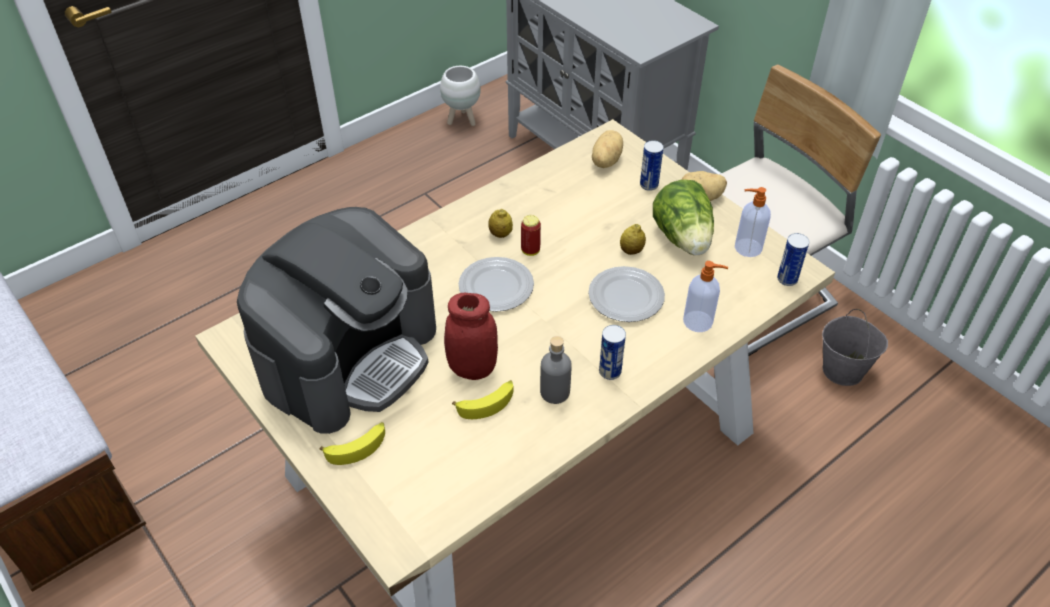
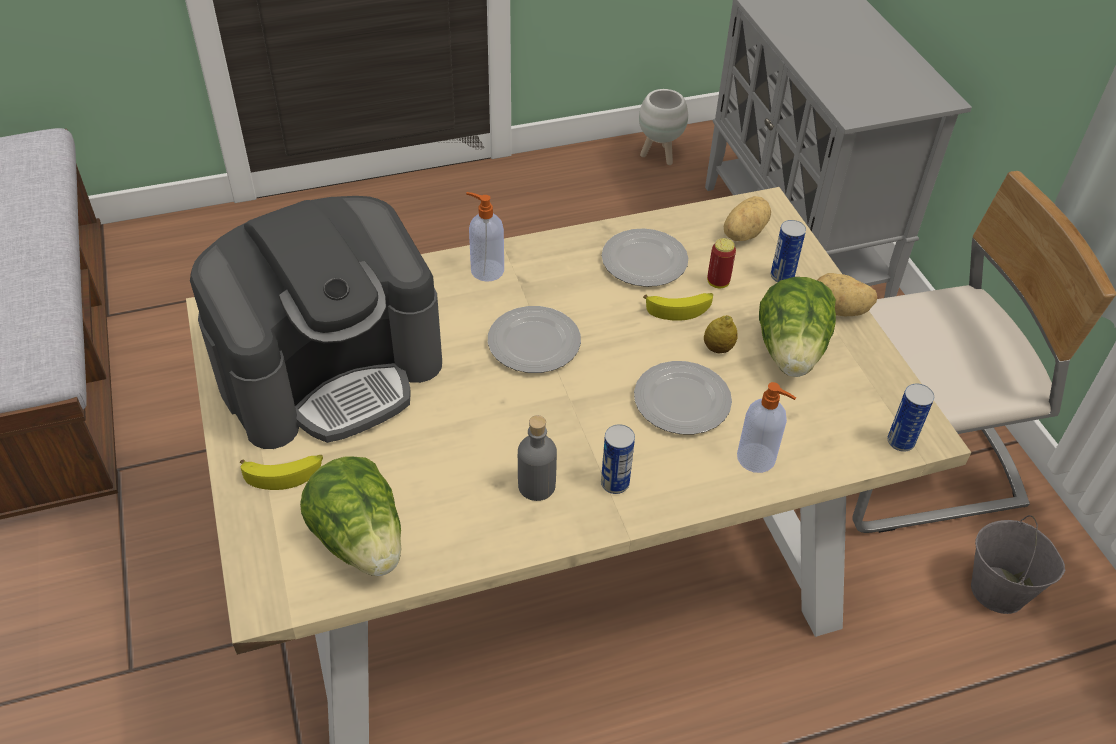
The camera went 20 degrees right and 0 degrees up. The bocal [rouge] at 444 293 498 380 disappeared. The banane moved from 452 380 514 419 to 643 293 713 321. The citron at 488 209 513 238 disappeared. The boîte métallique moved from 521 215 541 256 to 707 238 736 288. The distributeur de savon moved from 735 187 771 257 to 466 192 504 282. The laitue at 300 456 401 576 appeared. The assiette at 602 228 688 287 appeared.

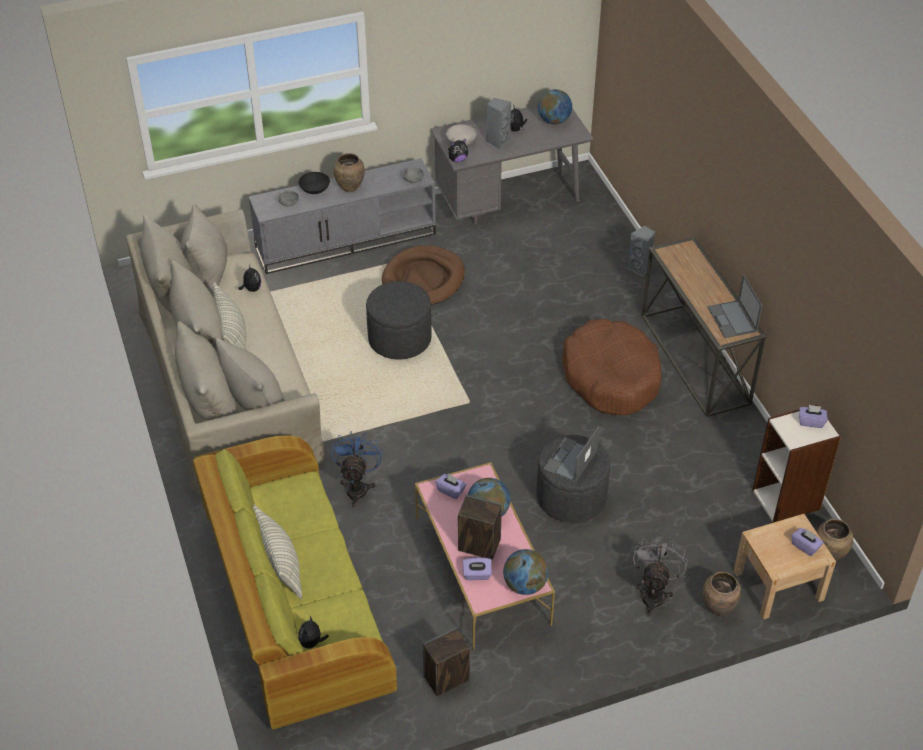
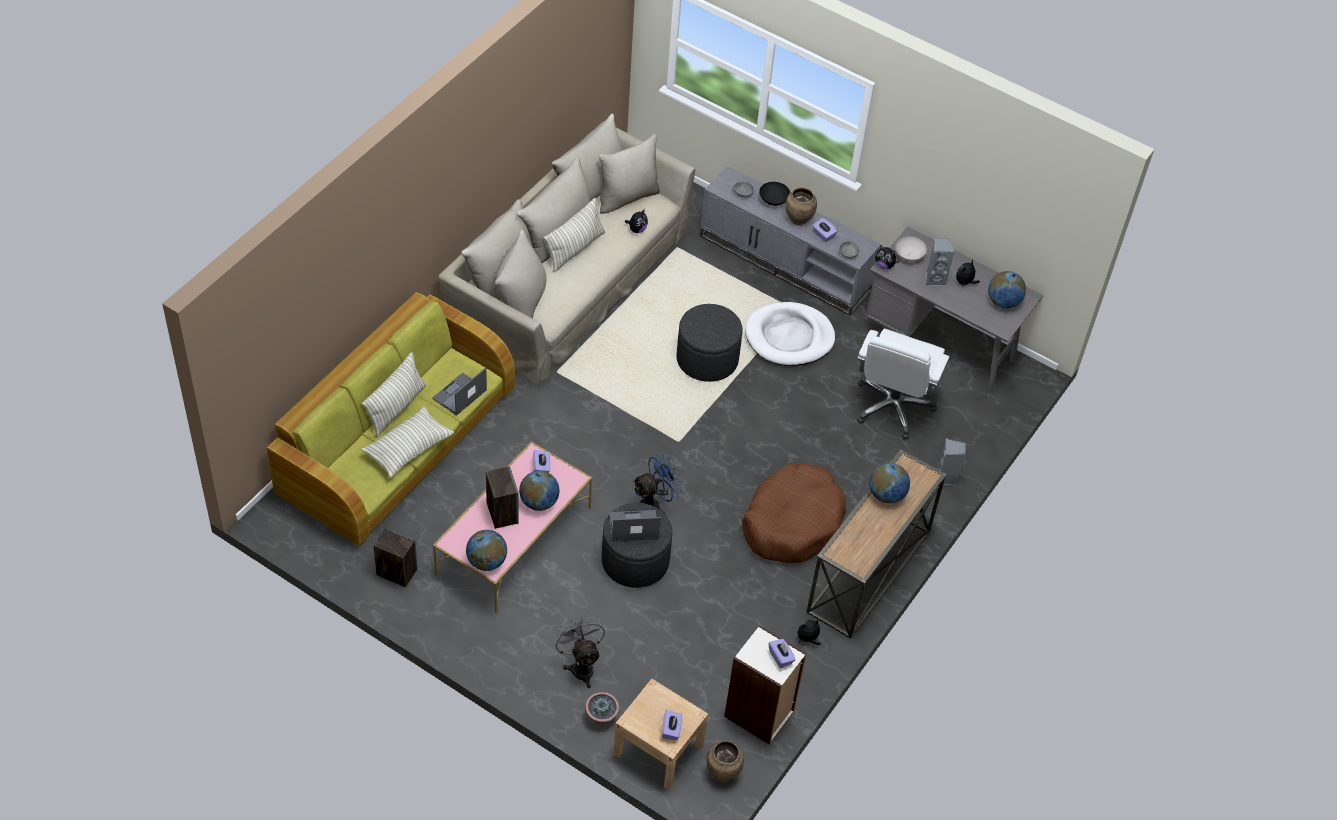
The camera went 50 degrees right and 5 degrees up. The peluche moved from 298 616 329 650 to 798 620 821 645. The ventilateur [bleu] moved from 331 431 383 507 to 633 454 682 515. The panier pour chien [marron] at 382 245 465 305 became the panier pour chien [blanc] at 745 302 835 366. The boîte à mouchoirs [violet] moved from 463 558 492 580 to 812 218 837 242. The ventilateur [gris] at 633 536 688 616 turned 90 degrees counterclockwise. The vase [marron] at 702 572 741 615 was replaced by the plante en pot at 585 692 619 725. The ordinateur portable moved from 708 275 762 338 to 432 368 487 416. The coussin at 361 407 454 478 appeared. The chaise de bureau [blanc] at 857 329 949 439 appeared. The globe at 869 463 910 504 appeared.

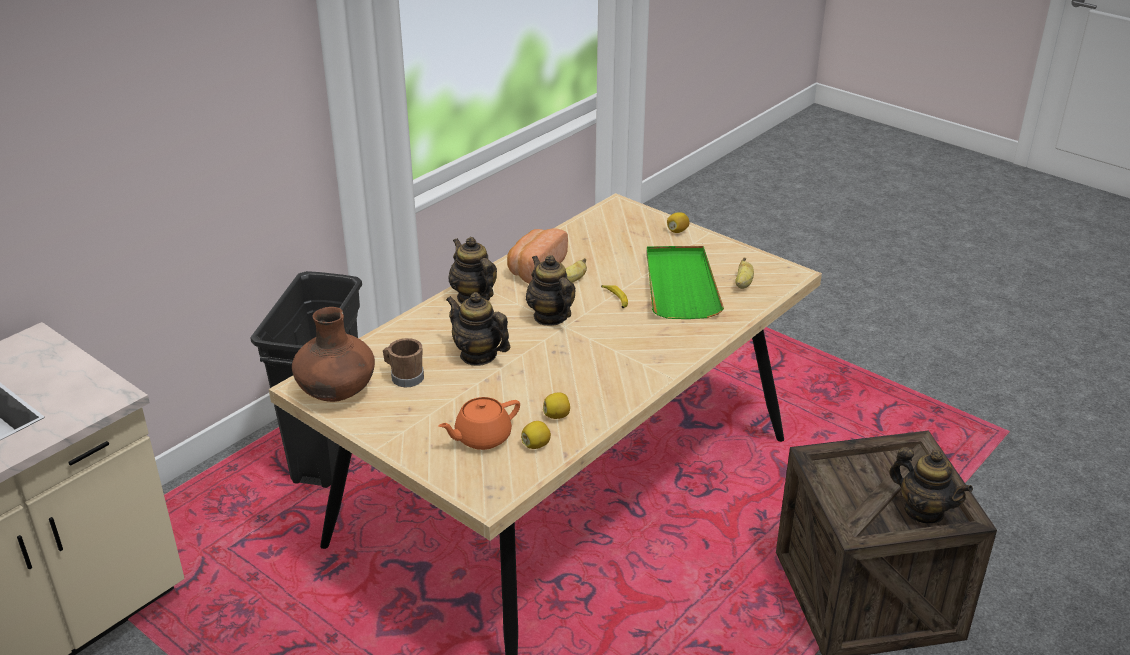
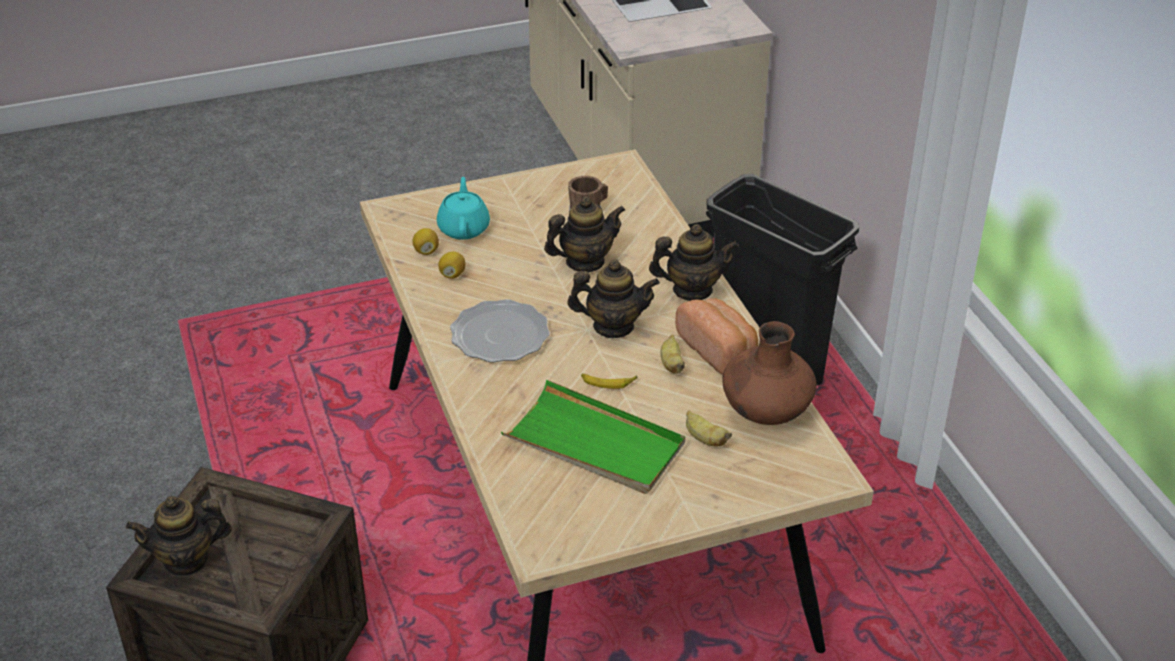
The camera went 120 degrees right and 5 degrees up. The vase [marron] moved from 292 307 375 402 to 722 321 817 425. The théière [orange] at 438 397 520 450 became the théière [turquoise] at 437 177 490 240. The citron at 667 212 689 233 disappeared. The banane moved from 735 257 754 289 to 686 411 732 446. The assiette at 450 299 550 363 appeared.

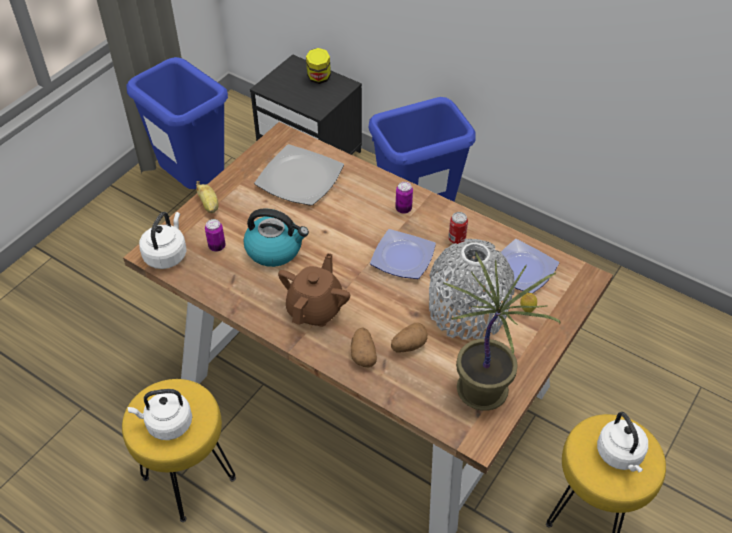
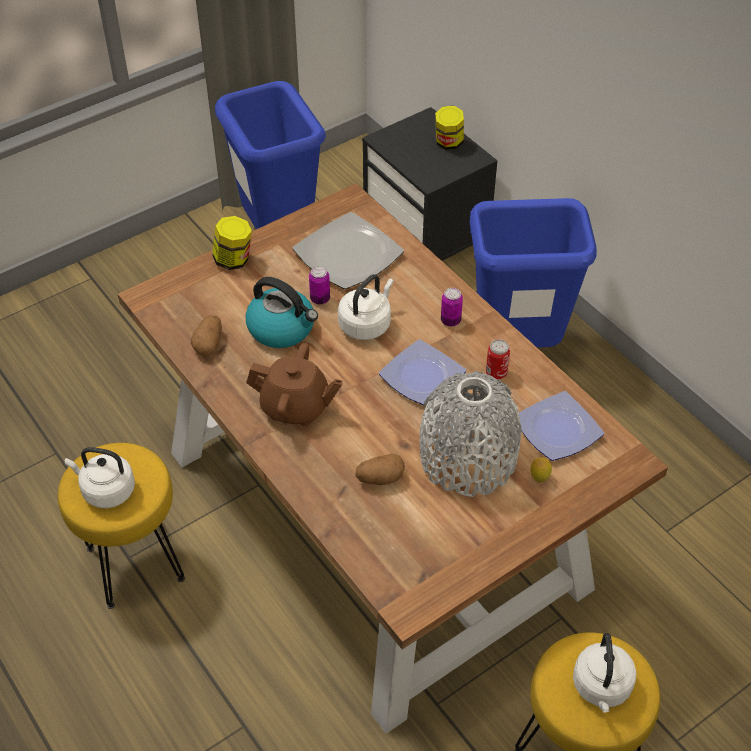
The camera went 20 degrees right and 0 degrees up. The bouilloire [blanc] moved from 139 212 187 269 to 338 274 394 340. The banane at 196 181 219 213 was replaced by the bocal at 212 216 252 270. The boîte métallique moved from 205 219 226 252 to 309 266 330 305. The théière [marron] at 278 253 350 327 turned 60 degrees clockwise. The pomme de terre moved from 351 327 377 367 to 191 315 222 356. The plante en pot at 443 253 560 411 disappeared.

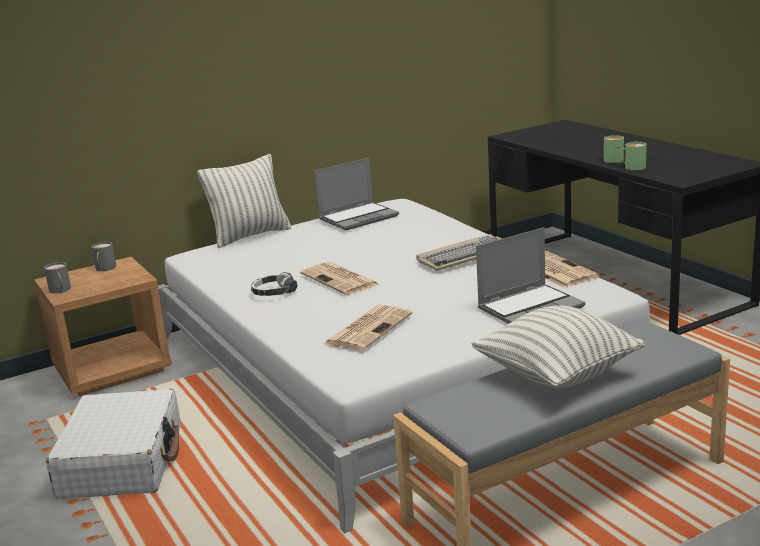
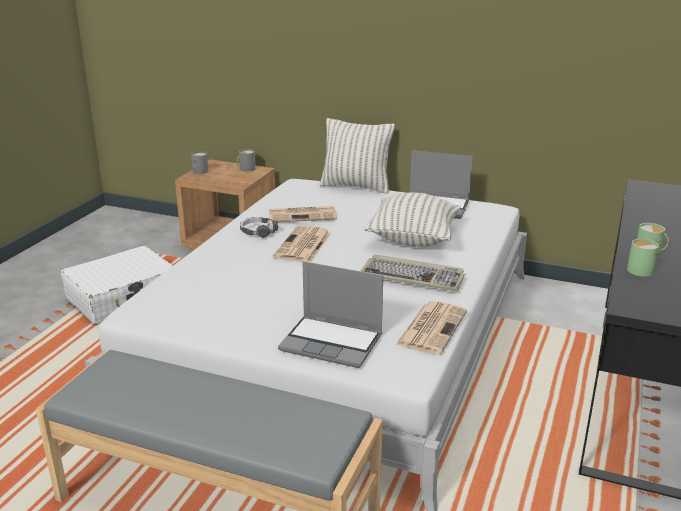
The camera went 50 degrees right and 5 degrees up. The journal moved from 324 305 412 351 to 269 206 337 222. The coussin moved from 472 305 644 388 to 364 193 461 247.

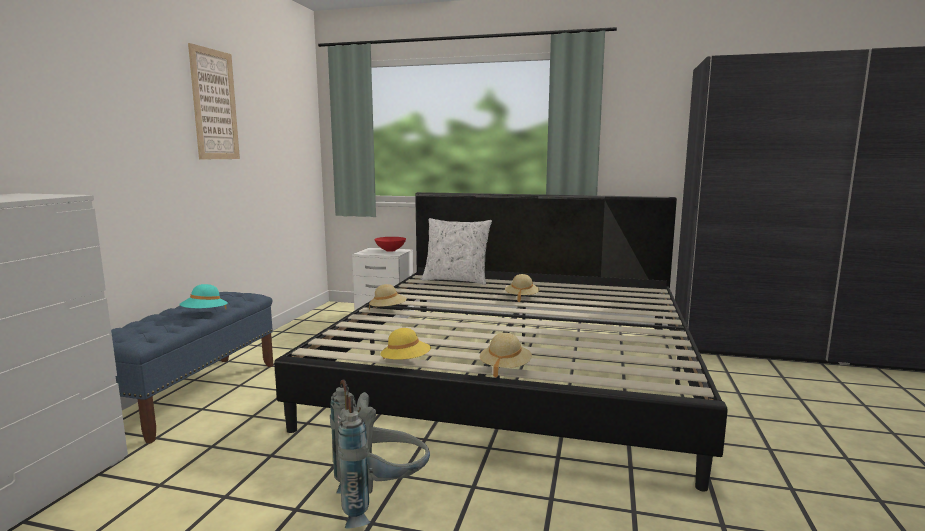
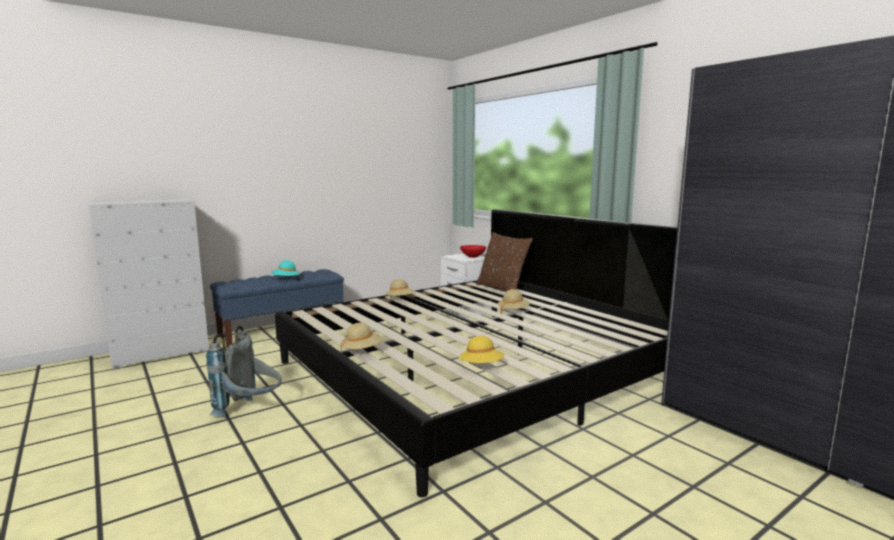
The camera went 40 degrees right and 0 degrees up. The tableau at 188 43 240 160 disappeared. The chapeau [jaune] moved from 380 328 431 360 to 459 336 505 363. The coussin [blanc] at 421 218 492 285 became the coussin [marron] at 476 232 533 292.

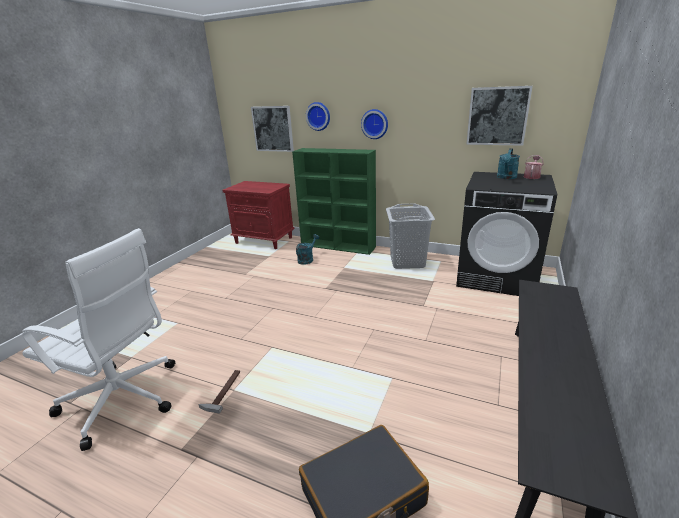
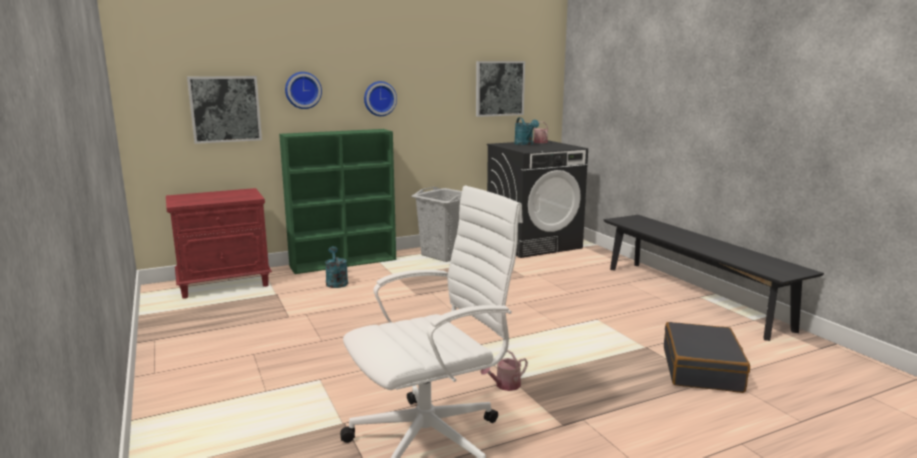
The camera went 50 degrees left and 10 degrees down. The marteau at 199 370 240 414 was replaced by the arrosoir at 480 350 528 391.

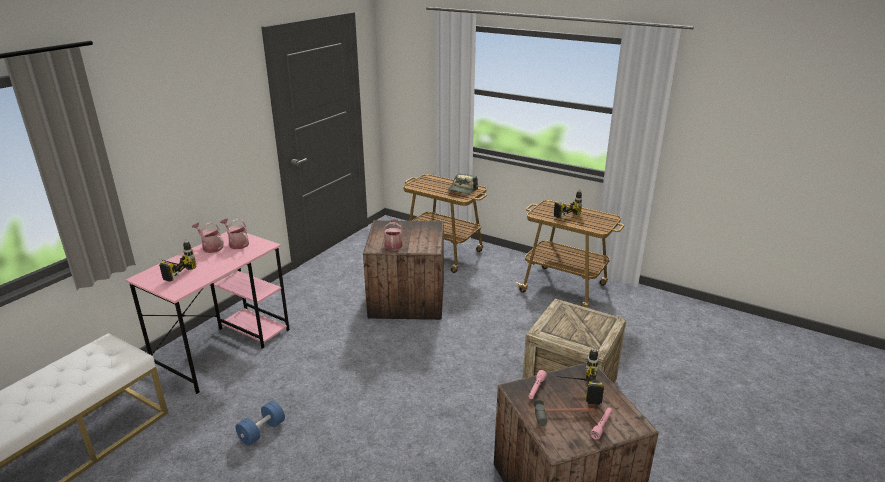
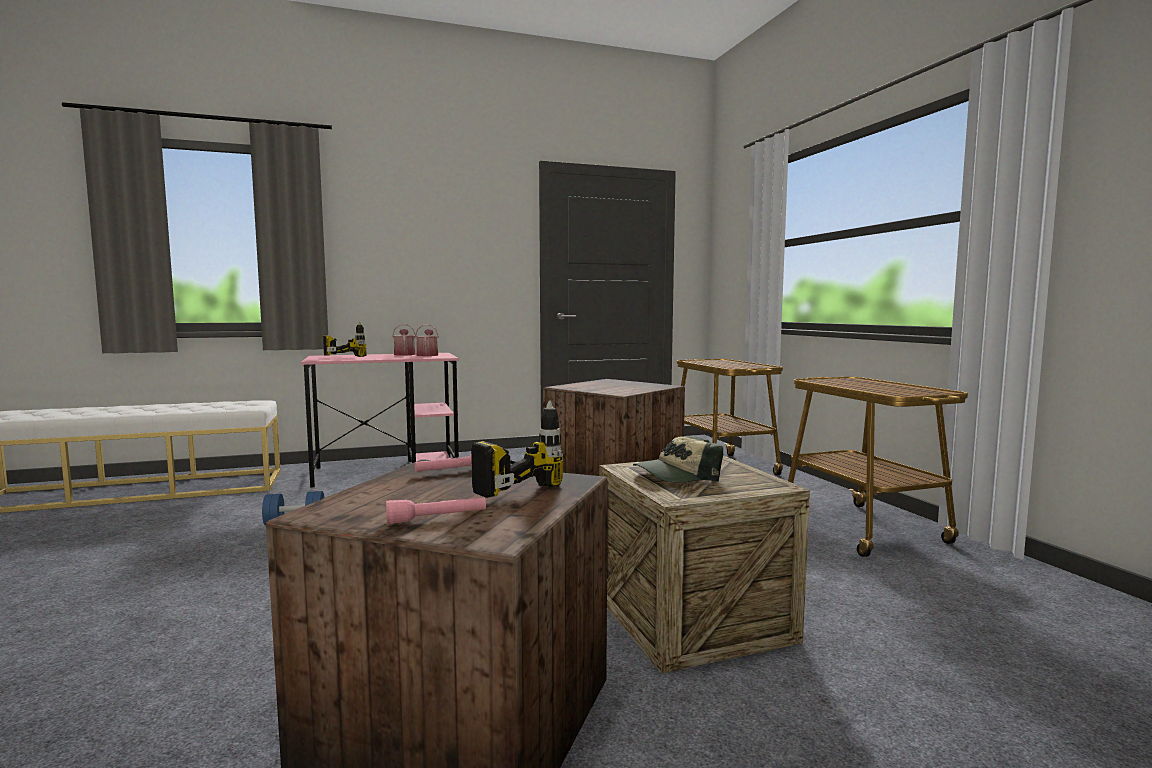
The camera went 40 degrees right and 20 degrees down. The arrosoir at 383 219 403 250 disappeared. The casquette moved from 448 173 478 194 to 633 436 723 483. The marteau at 533 400 595 426 disappeared. The perceuse at 554 189 582 218 disappeared.

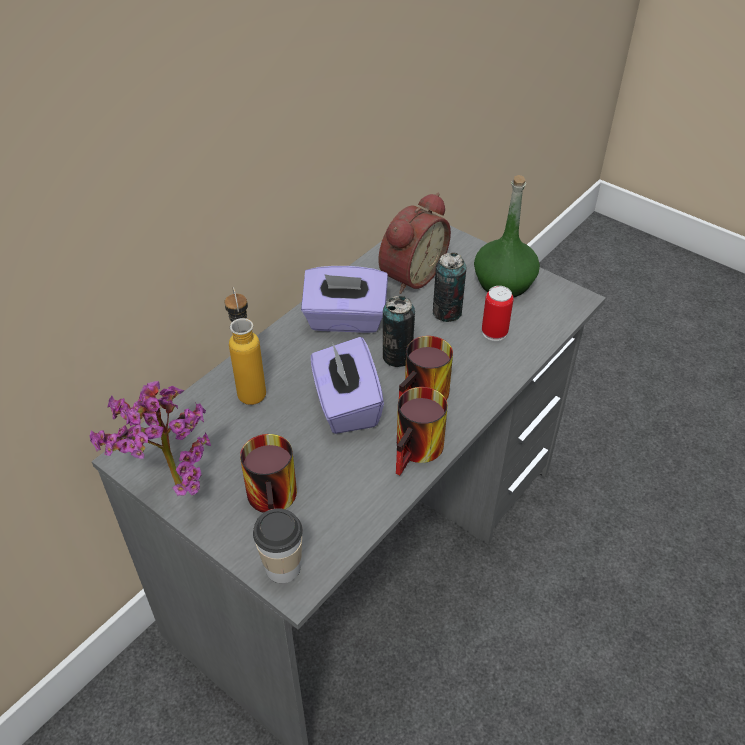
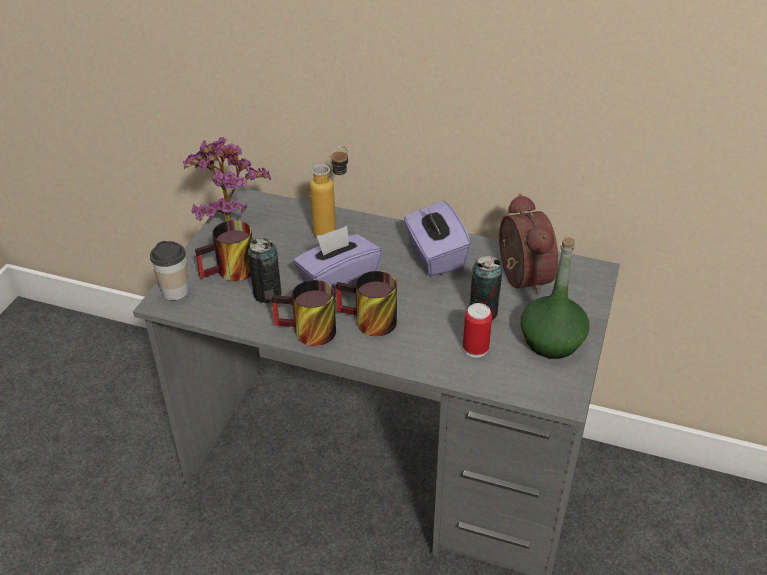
The camera went 70 degrees right and 5 degrees down. The réveil at 379 193 451 294 turned 120 degrees counterclockwise. The boîte métallique moved from 383 296 415 367 to 248 238 281 303.

